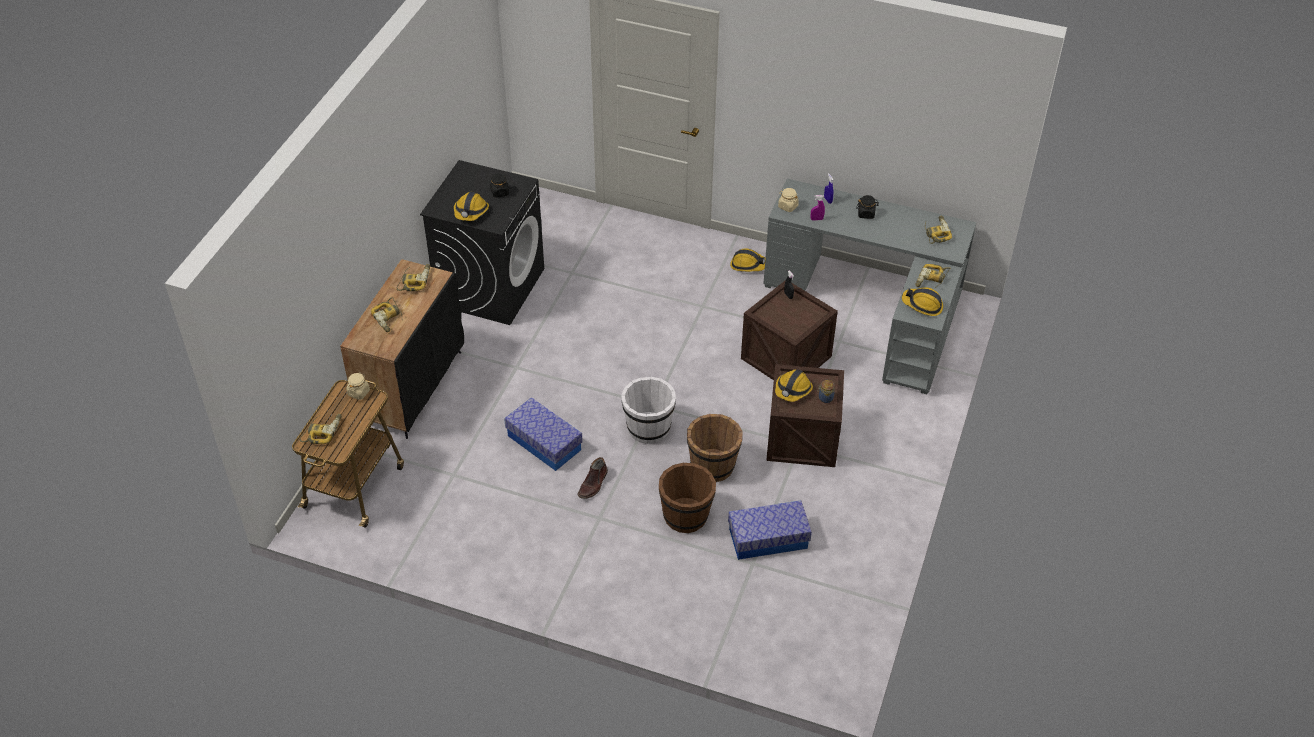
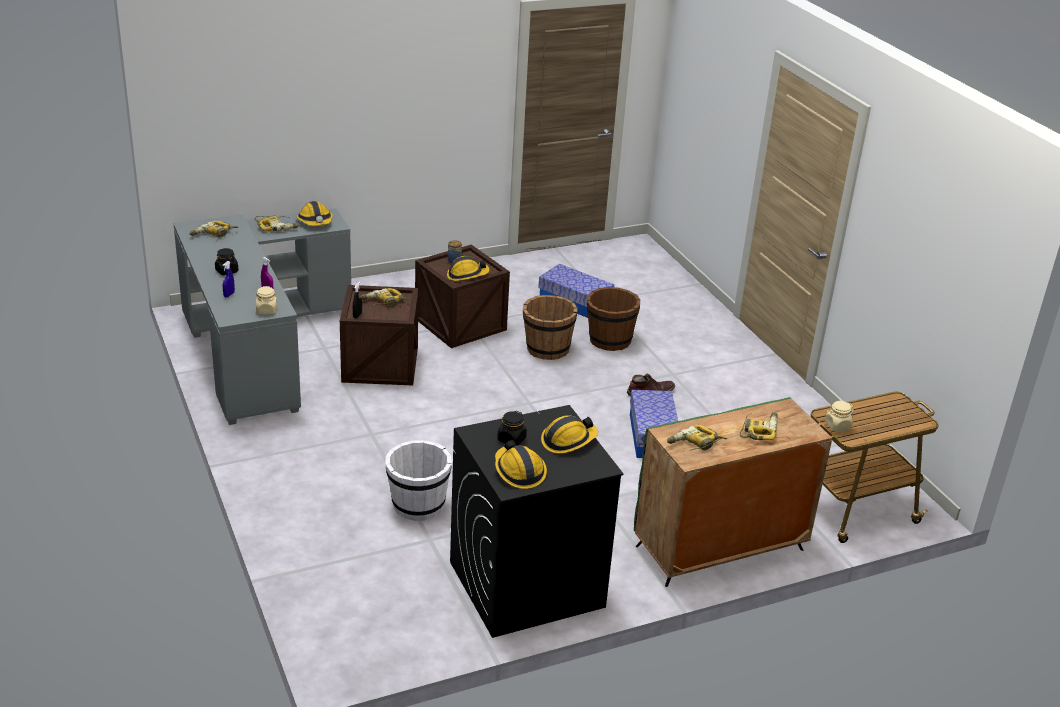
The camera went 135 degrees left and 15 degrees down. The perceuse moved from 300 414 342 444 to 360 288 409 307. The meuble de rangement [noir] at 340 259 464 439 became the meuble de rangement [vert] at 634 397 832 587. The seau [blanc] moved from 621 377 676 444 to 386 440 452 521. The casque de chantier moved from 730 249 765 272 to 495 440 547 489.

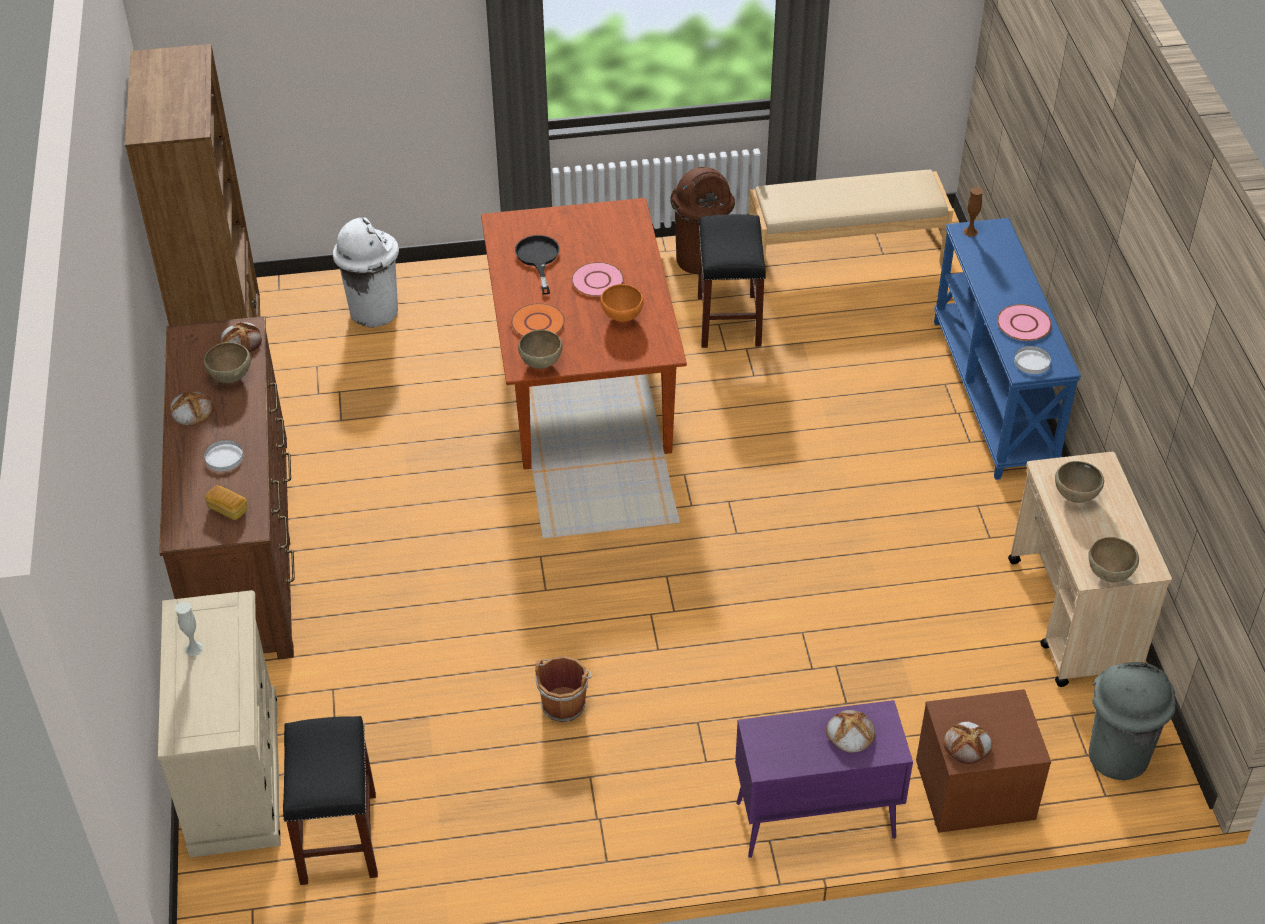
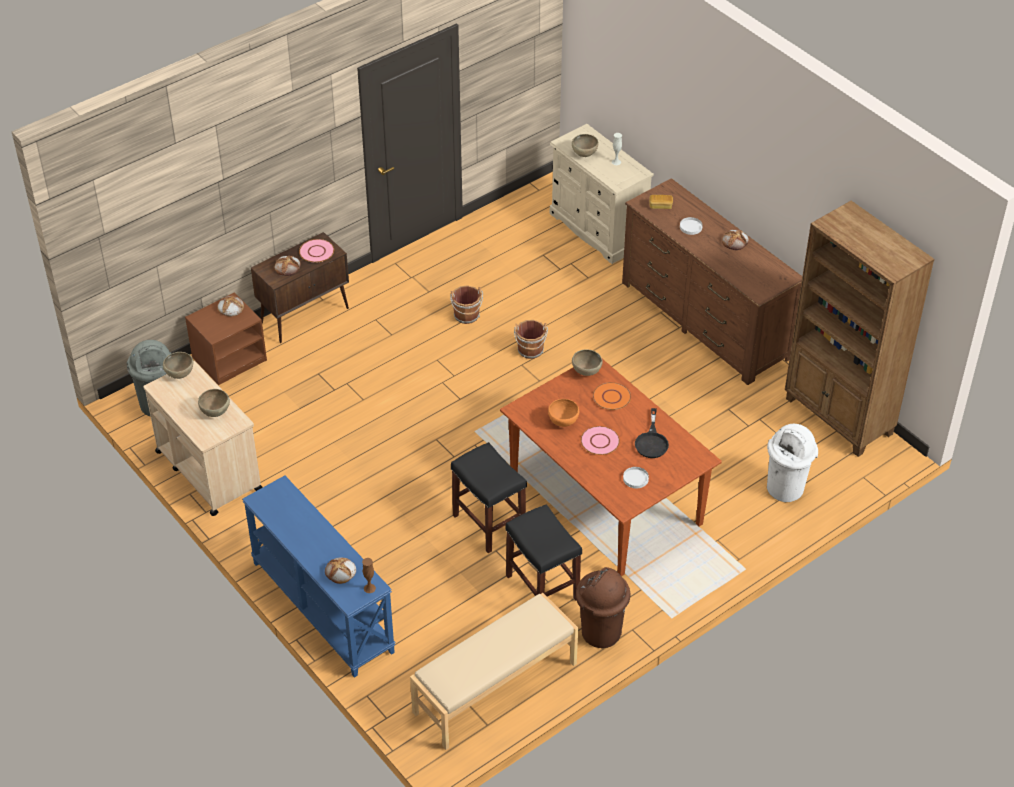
The camera went 150 degrees right and 0 degrees up. The bol [marron] moved from 204 342 251 383 to 572 134 599 157. The pain moved from 221 322 262 352 to 325 557 356 584. The tabouret [noir] moved from 283 716 378 885 to 451 442 527 553. The poêle [noir] at 515 235 560 294 turned 45 degrees clockwise. The meuble de rangement [violet] at 735 700 913 858 became the meuble de rangement [marron] at 251 232 349 343. The assiette [rose] moved from 997 304 1052 341 to 299 239 334 263. The assiette [blanc] moved from 1014 346 1051 374 to 623 467 649 488. The seau [marron] at 514 320 548 359 appeared.

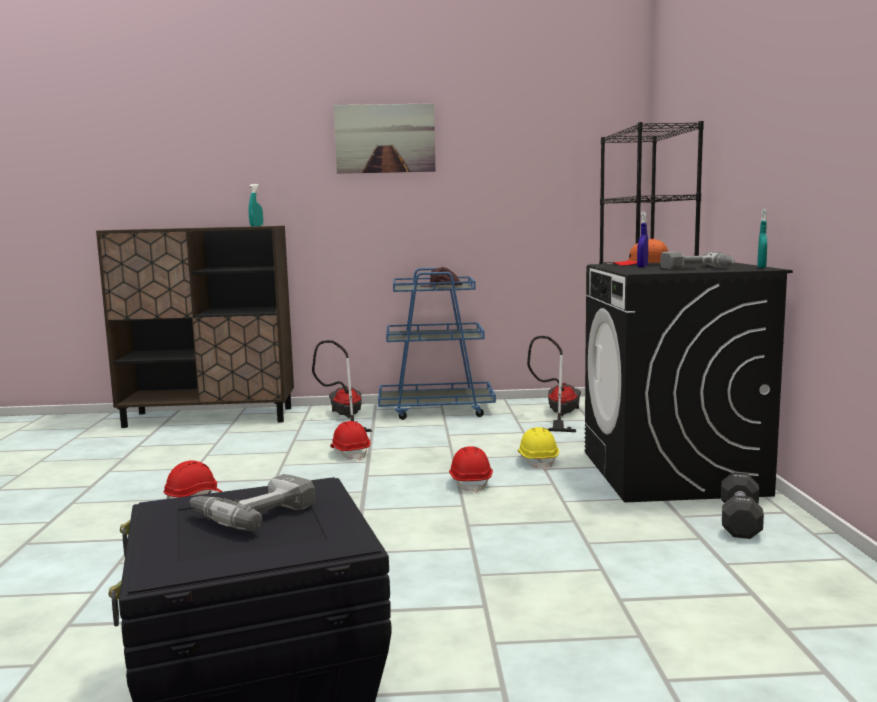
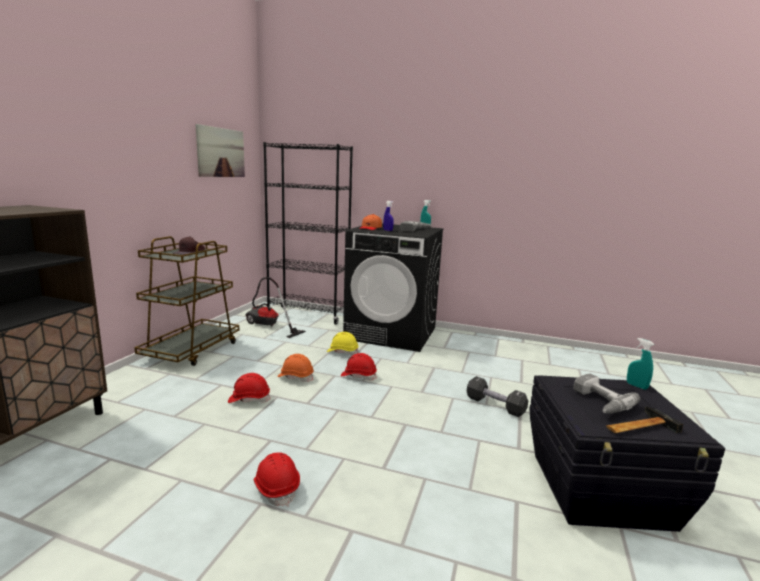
The camera went 70 degrees left and 5 degrees up. The vaporisateur [turquoise] moved from 248 184 263 226 to 627 338 654 390. The aspirateur at 312 340 372 432 disappeared. The tableau moved from 334 103 436 174 to 195 124 245 177. The chariot [bleu] at 378 268 496 420 became the chariot [marron] at 134 236 239 366. The haltère [noir] moved from 721 472 764 539 to 467 376 528 417. The casque de chantier [orange] at 277 354 314 382 appeared. The marteau at 606 407 683 433 appeared.

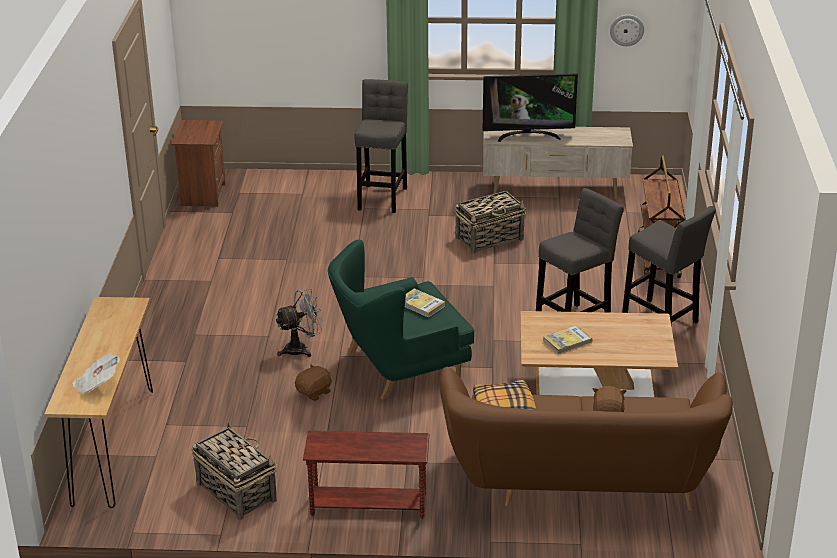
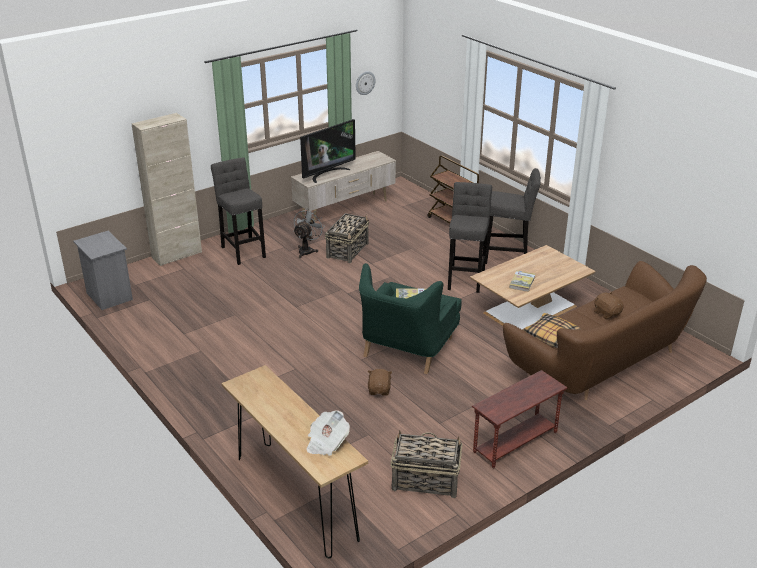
The camera went 40 degrees left and 0 degrees up. The table de chevet [marron] at 171 120 226 207 became the table de chevet [gris] at 73 231 133 310. The ventilateur [gris] moved from 276 289 324 357 to 293 208 323 258. The meuble de rangement [beige] at 131 113 202 266 appeared.

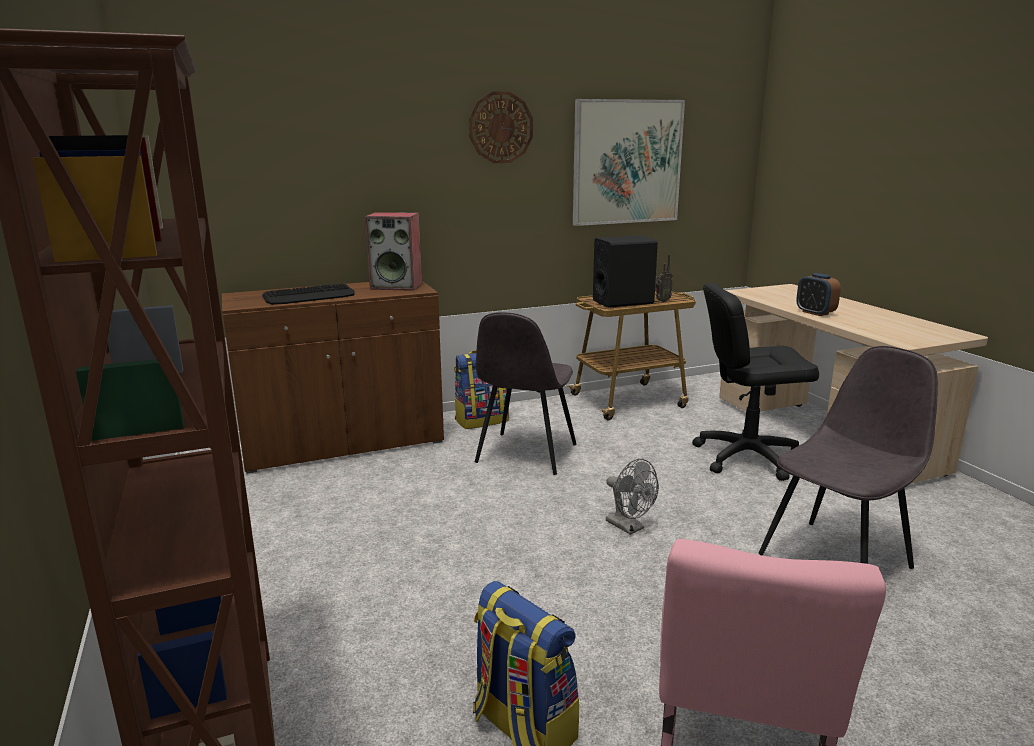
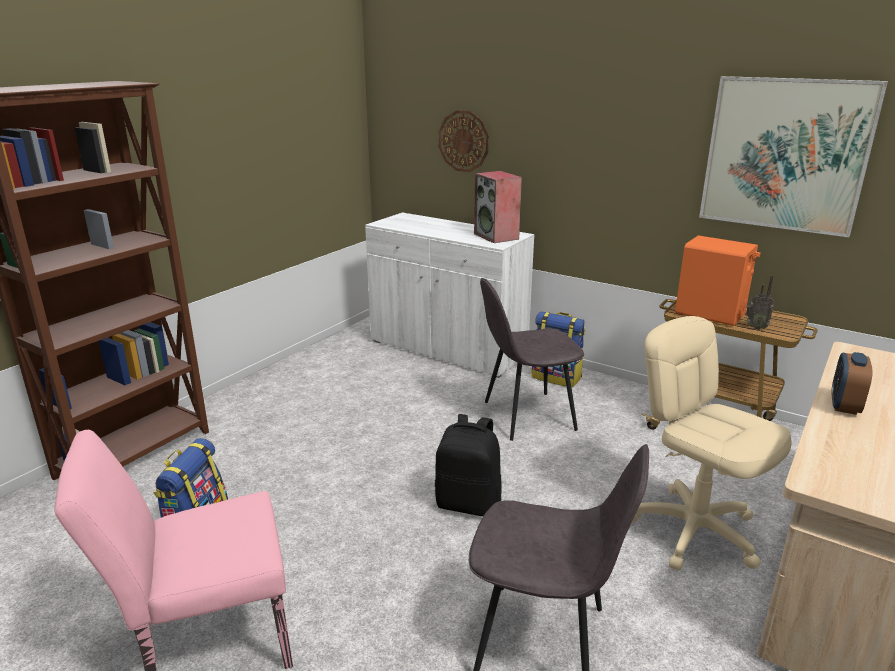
The camera went 55 degrees right and 5 degrees up. The meuble de rangement [marron] at 222 281 444 474 became the meuble de rangement [blanc] at 365 212 535 378. The clavier at 262 284 355 305 disappeared. The horloge murale moved from 469 92 533 163 to 439 110 489 172. The enceinte [noir] at 593 235 658 308 became the enceinte [orange] at 675 235 761 326. The ventilateur [gris] at 606 459 659 535 was replaced by the sac à dos [noir] at 435 414 502 516. The chaise de bureau [noir] at 692 283 819 481 became the chaise de bureau [beige] at 632 316 792 571.

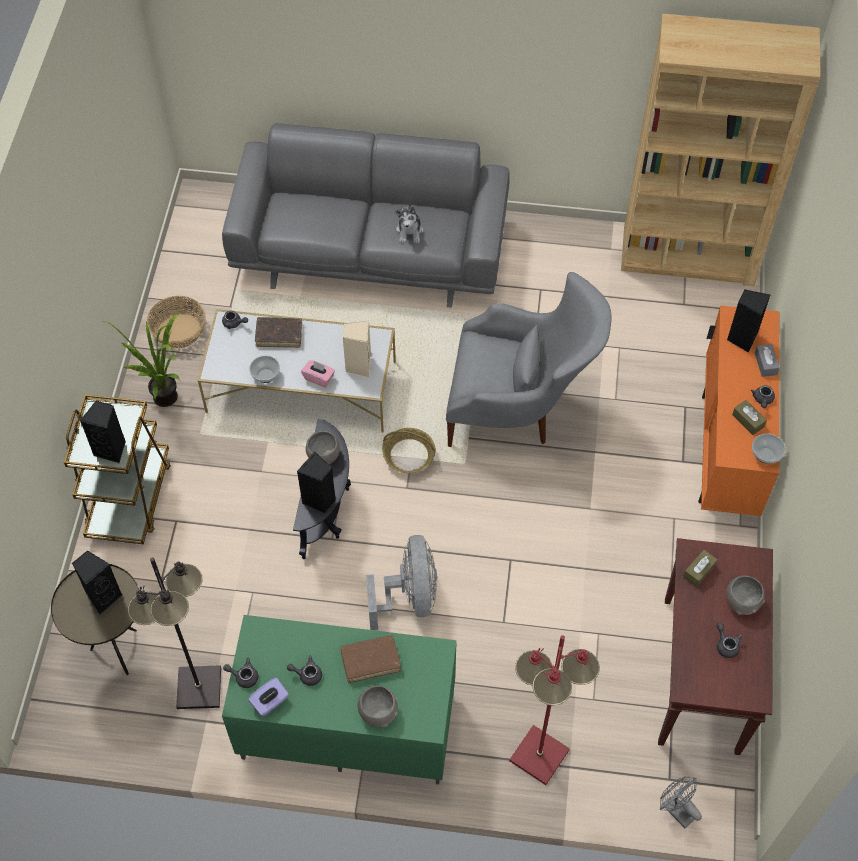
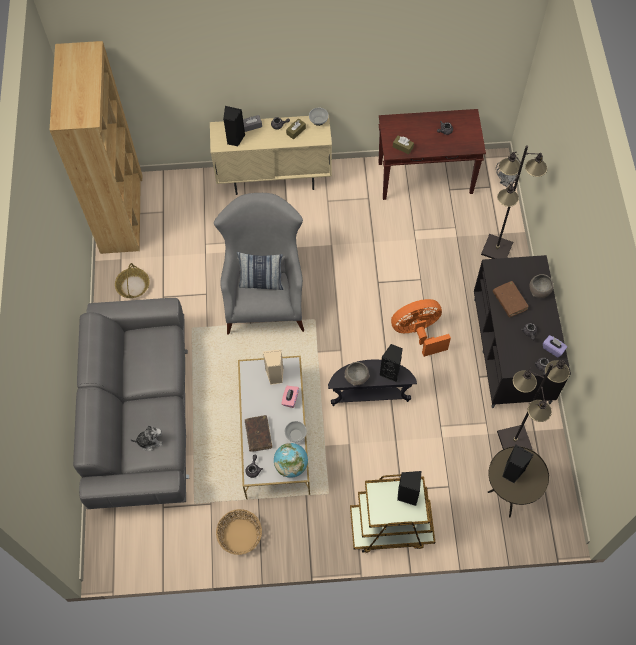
The camera went 100 degrees left and 5 degrees up. The plante en pot at 103 312 180 407 disappeared. The meuble télé [vert] at 222 615 457 784 became the meuble télé [noir] at 474 255 571 408. The ventilateur [gris] at 366 535 437 630 became the ventilateur [orange] at 391 299 451 357. The panier moved from 382 428 436 473 to 115 263 150 298. The peluche moved from 395 204 424 243 to 130 426 163 451. The lampadaire [rouge] at 509 635 600 785 became the lampadaire [noir] at 481 145 547 259. The meuble de rangement [orange] at 698 305 779 516 became the meuble de rangement [beige] at 210 116 332 195. The bol [gris] at 726 575 765 615 disappeared. The coussin at 237 252 284 290 appeared. The globe at 274 443 308 478 appeared.

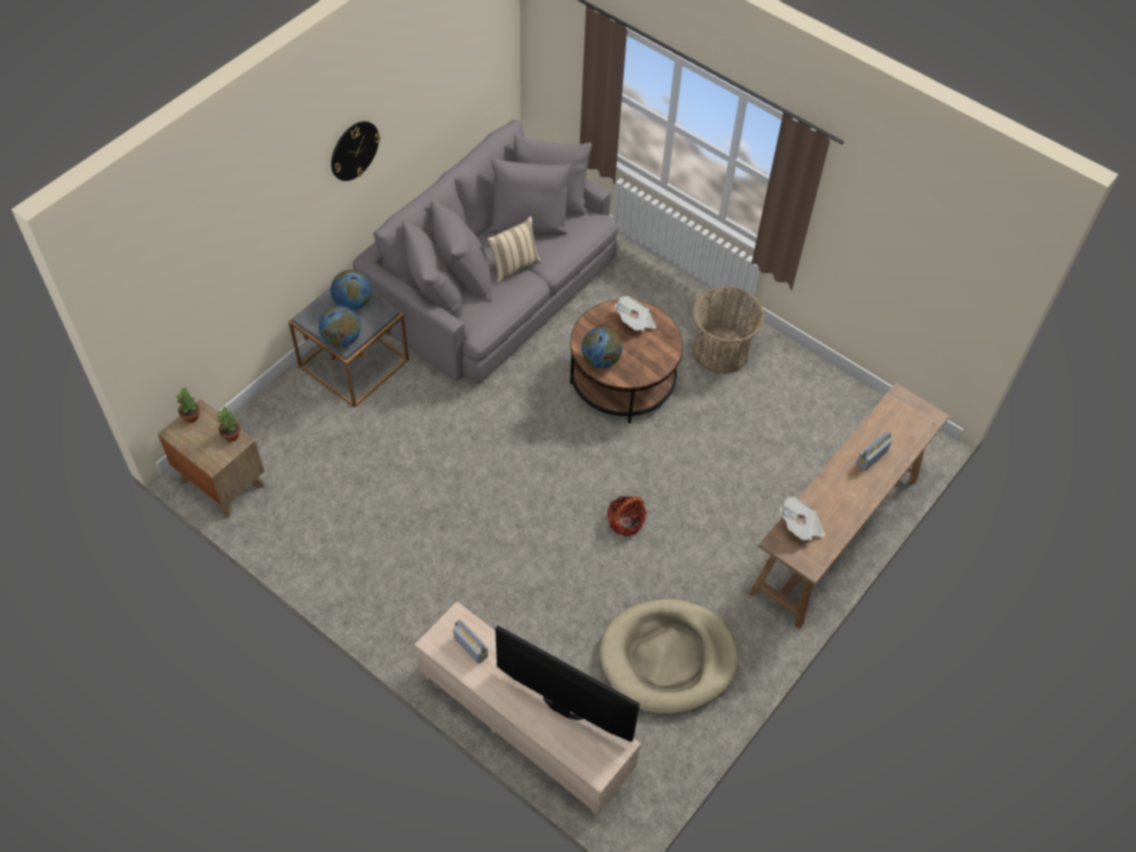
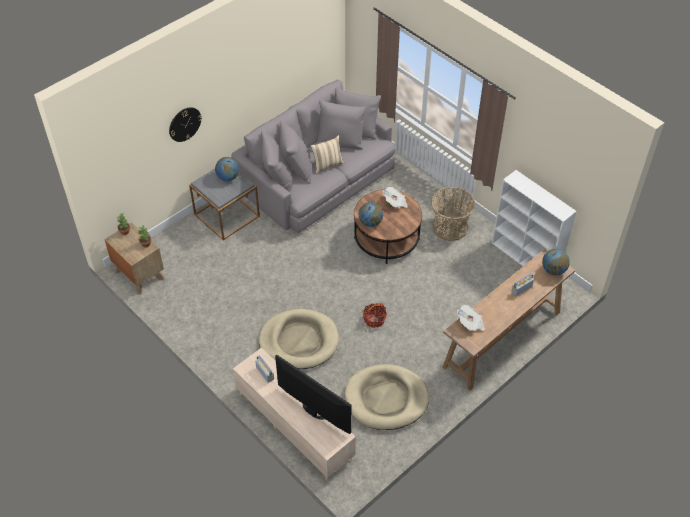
The camera went 10 degrees right and 5 degrees down. The globe moved from 319 306 361 347 to 542 249 570 275. The horloge murale moved from 331 121 380 181 to 169 107 202 142. The panier pour chien [beige] at 259 309 339 369 appeared. The bibliothèque [blanc] at 492 170 577 266 appeared.

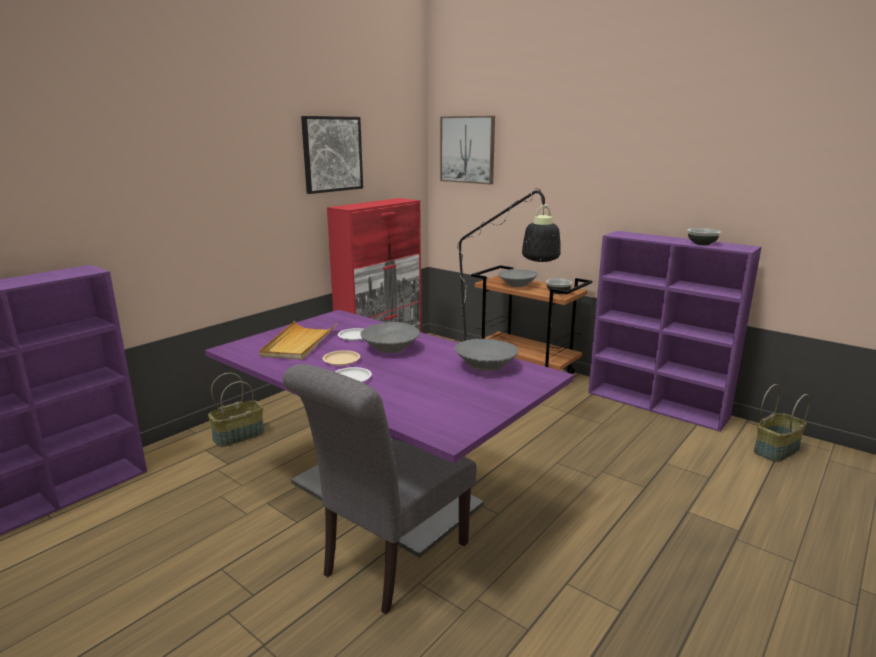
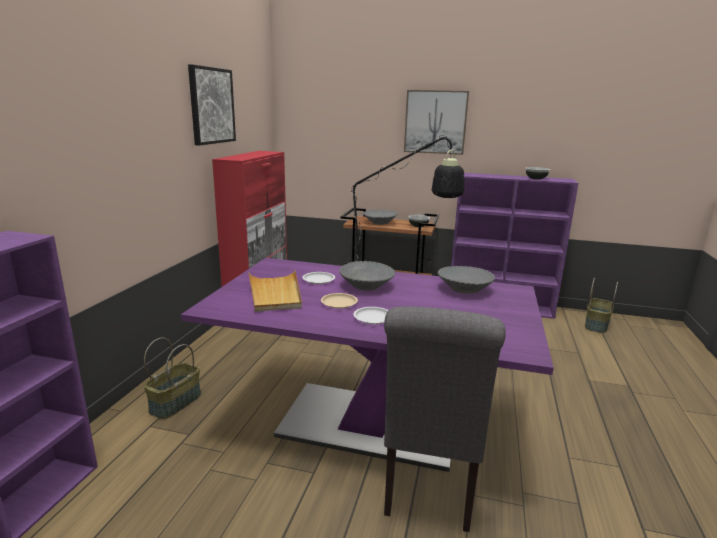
The camera went 25 degrees left and 0 degrees up. The tableau moved from 440 116 495 185 to 404 90 469 155.

